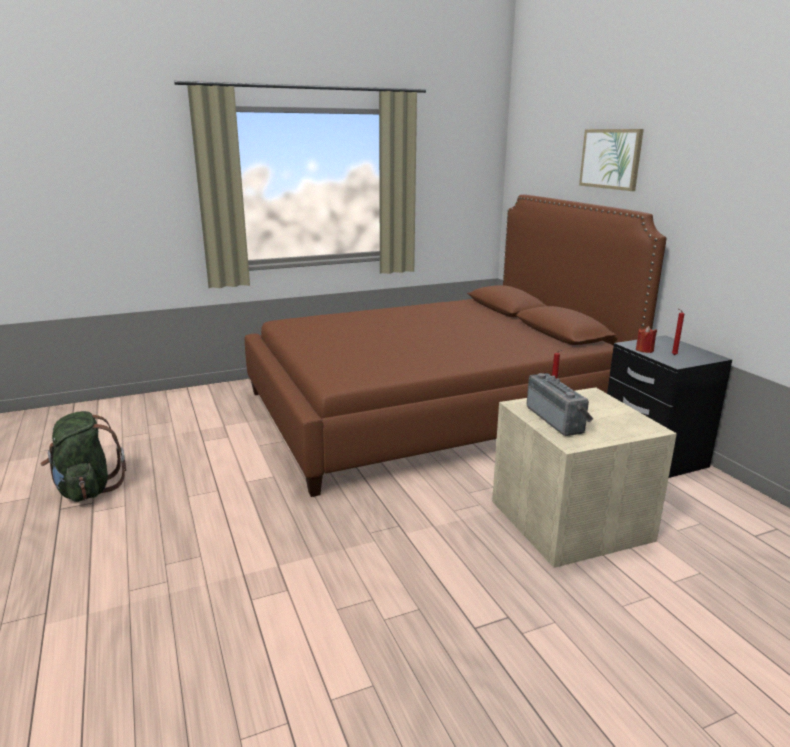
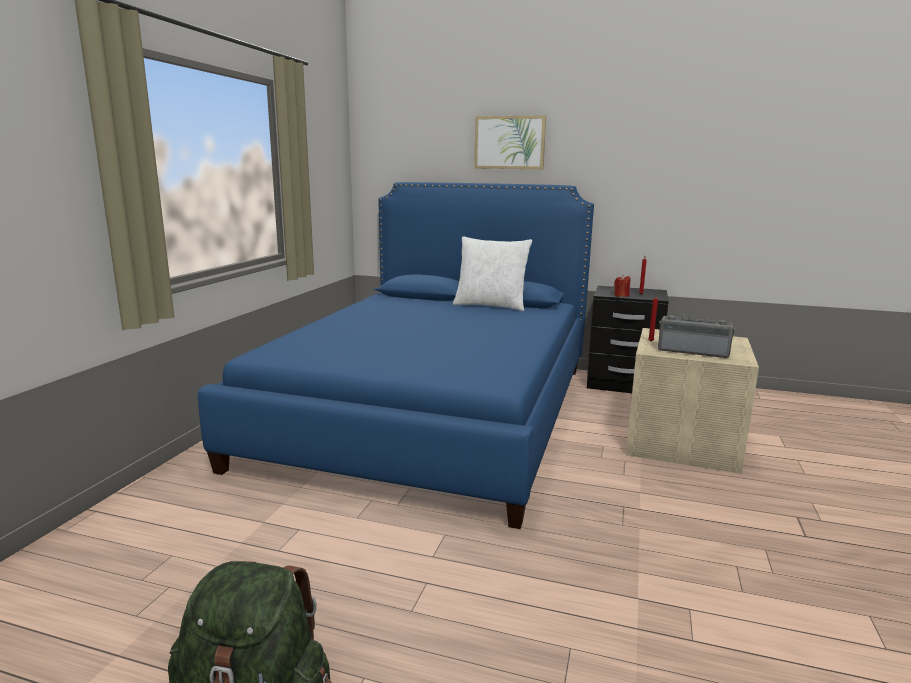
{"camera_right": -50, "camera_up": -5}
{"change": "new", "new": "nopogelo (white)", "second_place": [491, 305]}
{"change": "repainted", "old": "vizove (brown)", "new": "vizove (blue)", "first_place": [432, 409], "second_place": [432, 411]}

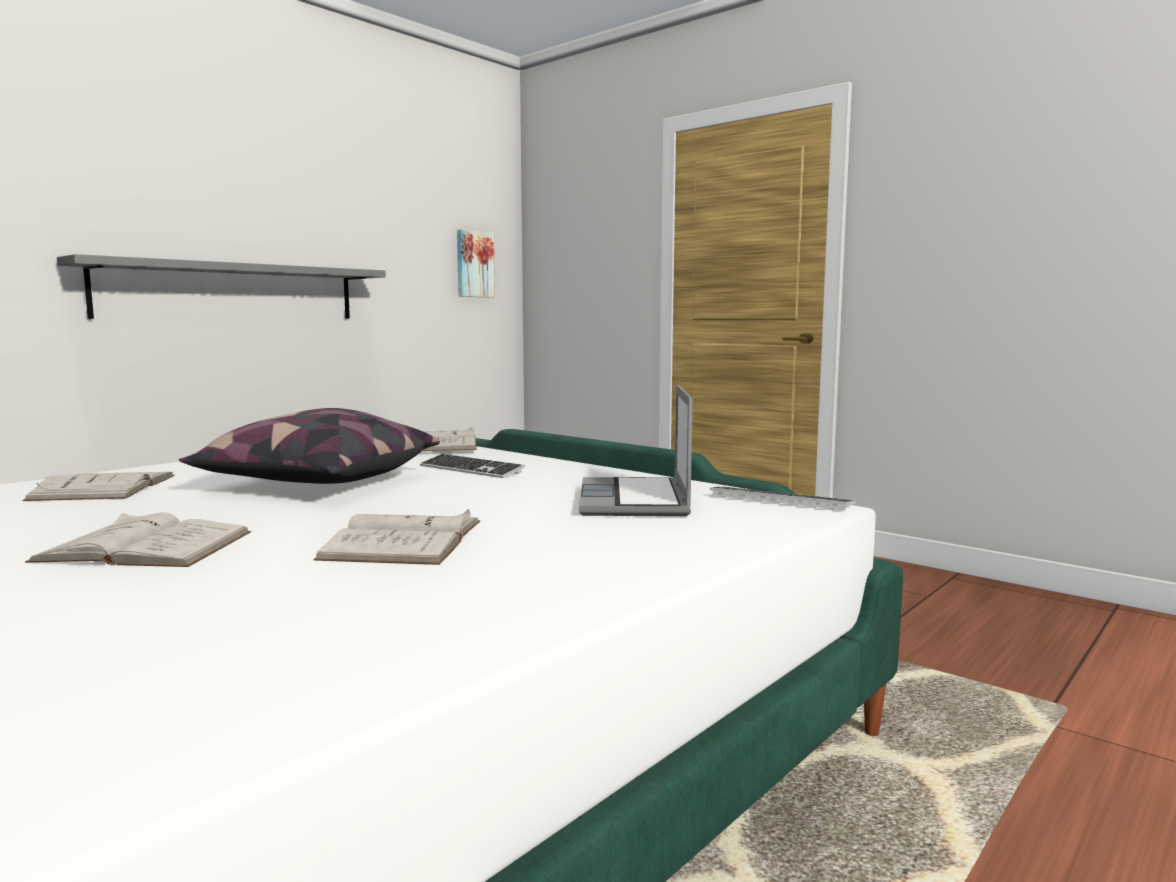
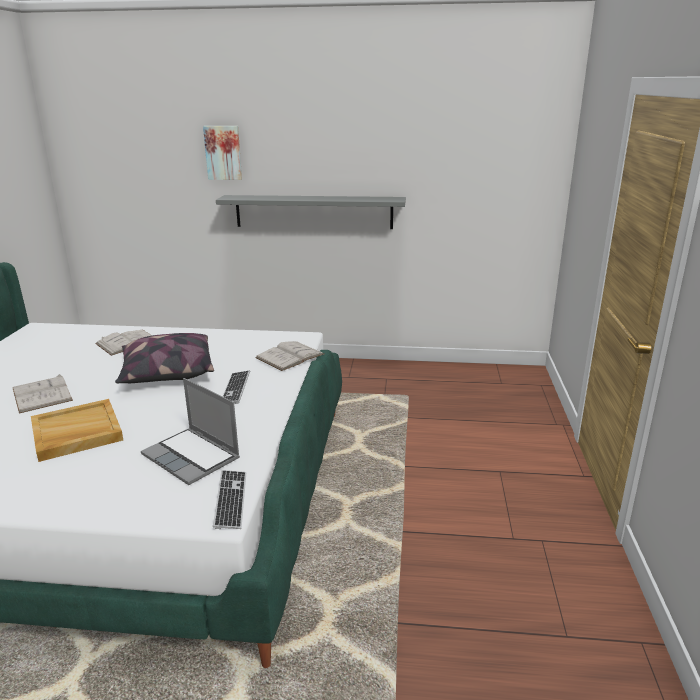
{"camera_right": 55, "camera_up": 15}
{"change": "shifted", "old": "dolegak", "first_place": [474, 264], "second_place": [223, 152]}
{"change": "swapped", "old": "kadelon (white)", "new": "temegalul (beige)", "first_place": [404, 540], "second_place": [76, 433]}
{"change": "rotated", "old": "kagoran", "first_place": [635, 501], "second_place": [192, 457], "degrees": -105}

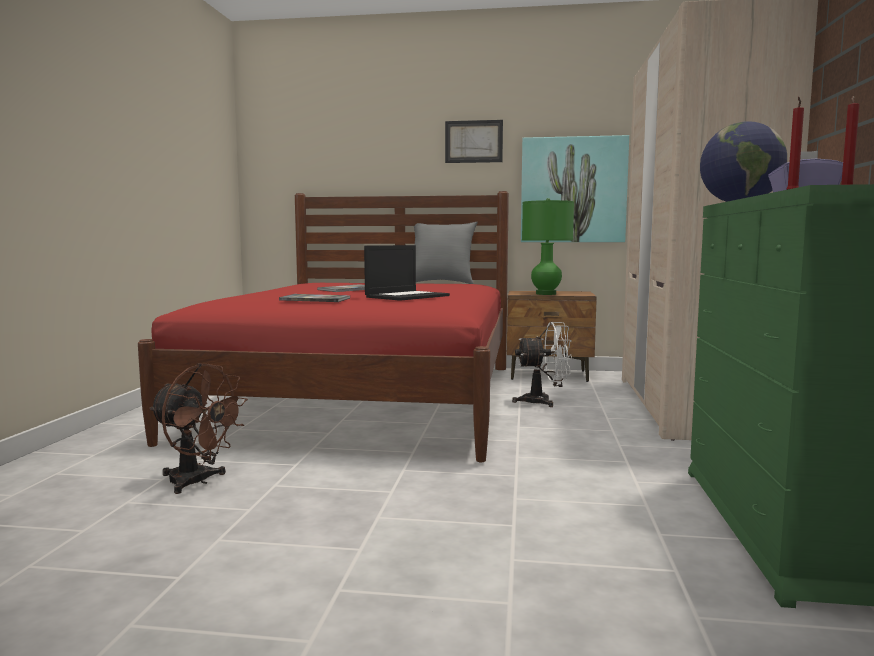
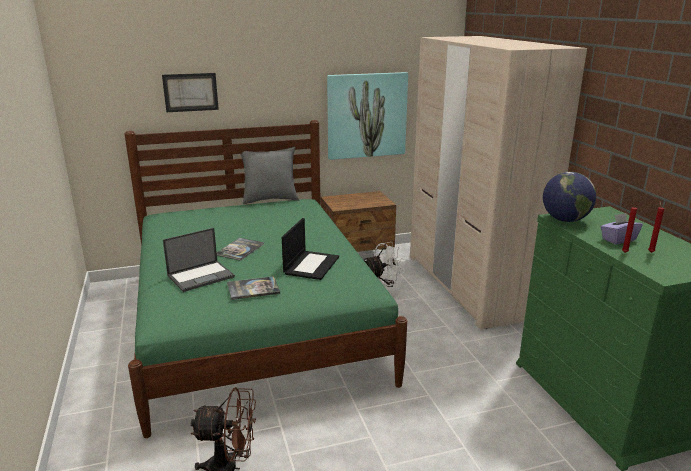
{"camera_right": -25, "camera_up": 15}
{"change": "gone", "old": "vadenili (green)", "first_place": [545, 294]}
{"change": "new", "new": "kagoran", "second_place": [201, 276]}
{"change": "shifted", "old": "dolegak", "first_place": [473, 141], "second_place": [190, 92]}
{"change": "repainted", "old": "vizove (red)", "new": "vizove (green)", "first_place": [367, 399], "second_place": [254, 323]}

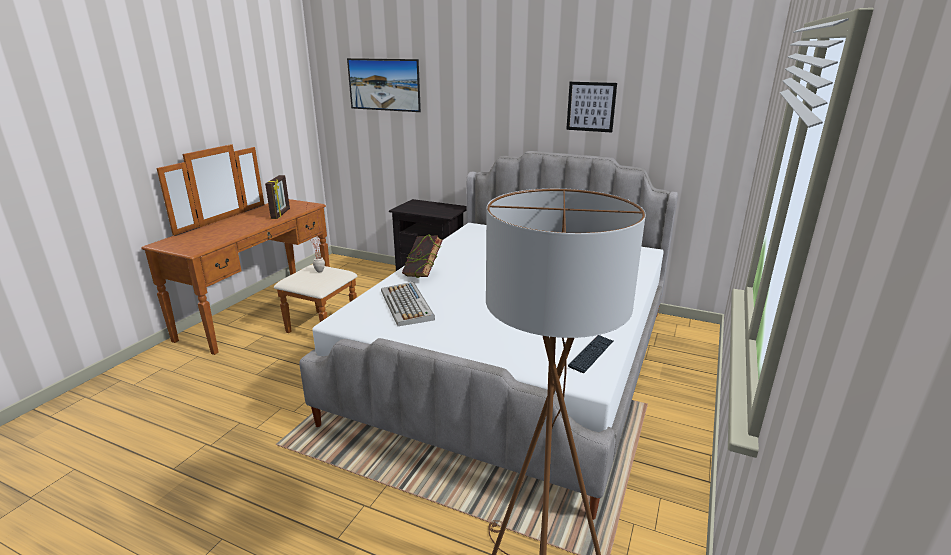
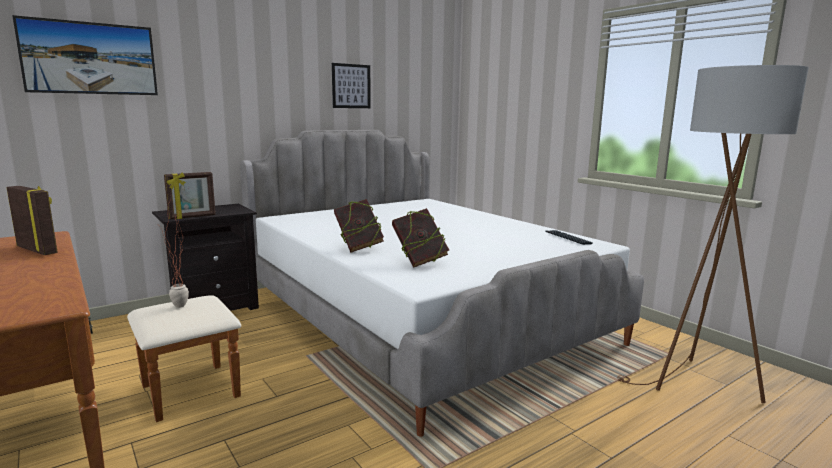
{"camera_right": -60, "camera_up": -10}
{"change": "new", "new": "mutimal", "second_place": [192, 217]}
{"change": "swapped", "old": "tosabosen", "new": "kadelon", "first_place": [407, 305], "second_place": [419, 262]}

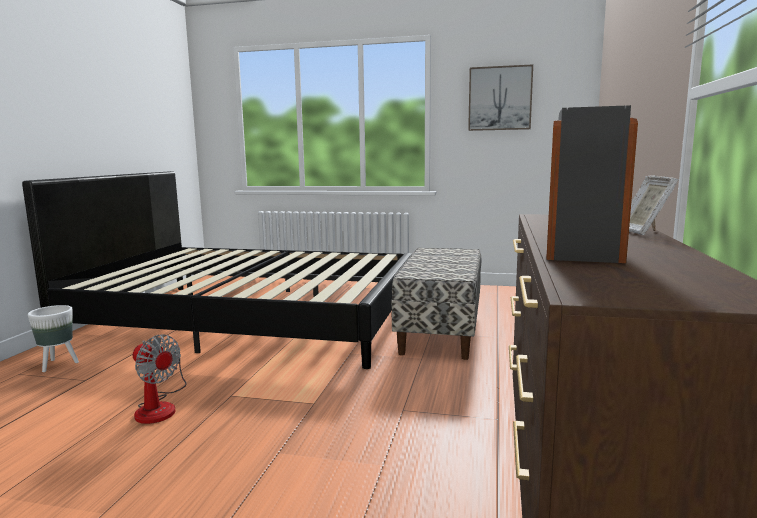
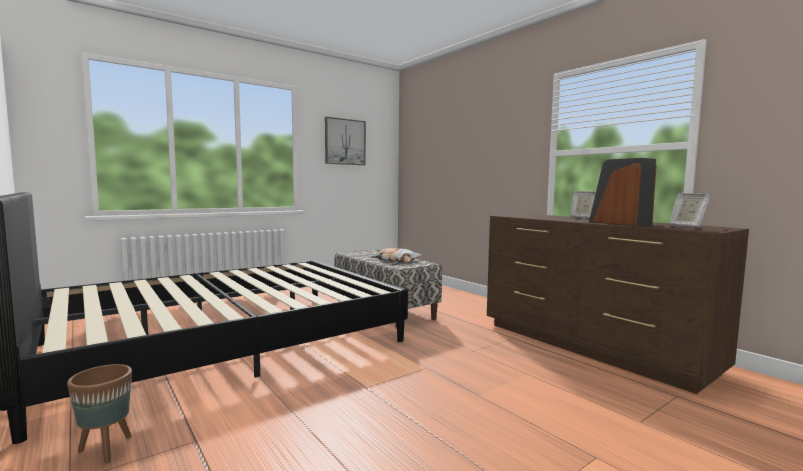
{"camera_right": -50, "camera_up": -5}
{"change": "gone", "old": "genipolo", "first_place": [160, 406]}
{"change": "new", "new": "nopogelo", "second_place": [396, 260]}
{"change": "new", "new": "mutimal", "second_place": [686, 226]}
{"change": "repainted", "old": "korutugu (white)", "new": "korutugu (brown)", "first_place": [58, 365], "second_place": [106, 450]}

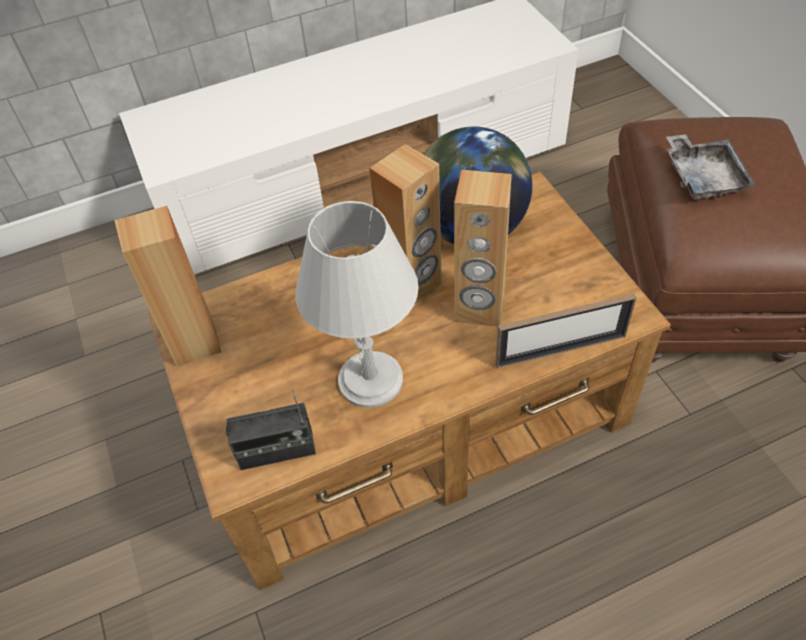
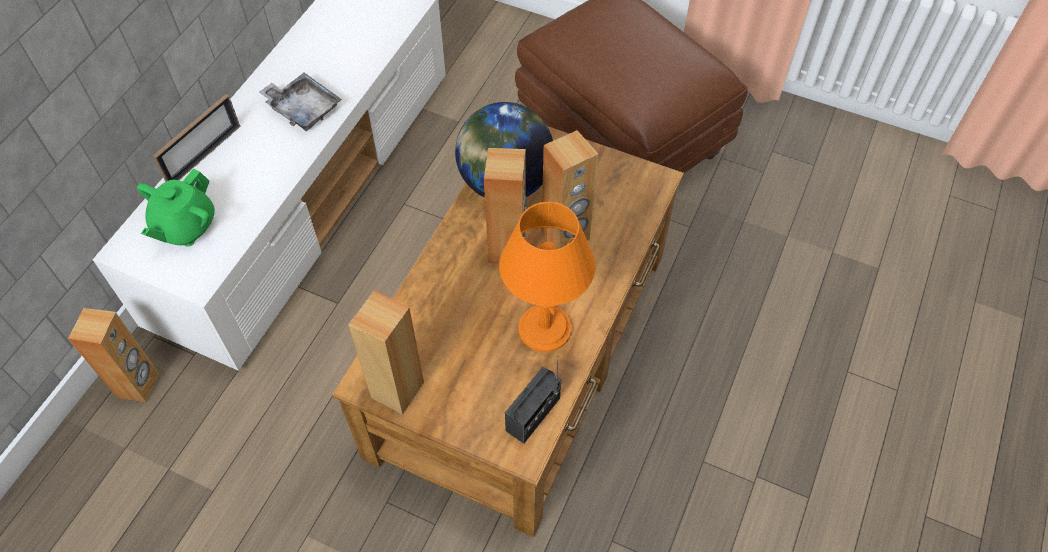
{"camera_right": -45, "camera_up": 5}
{"change": "new", "new": "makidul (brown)", "second_place": [139, 385]}
{"change": "new", "new": "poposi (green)", "second_place": [185, 227]}
{"change": "shifted", "old": "mutimal", "first_place": [560, 350], "second_place": [204, 155]}
{"change": "shifted", "old": "temegalul (grey)", "first_place": [703, 177], "second_place": [303, 109]}
{"change": "repainted", "old": "vadenili (grey)", "new": "vadenili (orange)", "first_place": [370, 379], "second_place": [544, 328]}

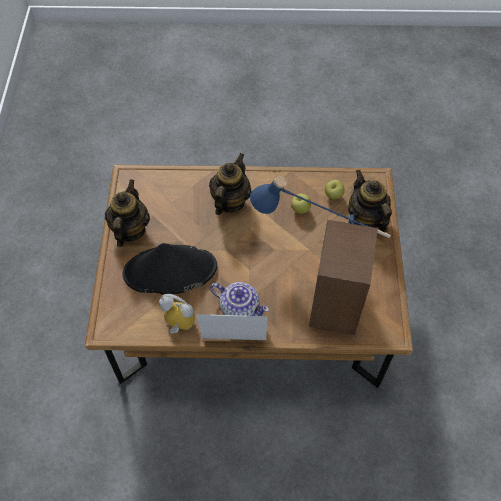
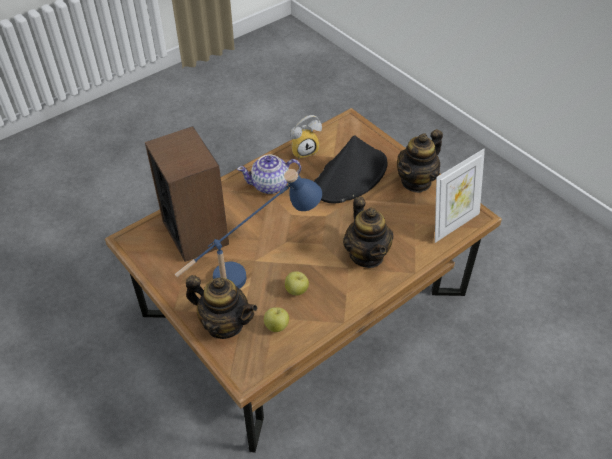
{"camera_right": 140, "camera_up": -10}
{"change": "shifted", "old": "mutimal", "first_place": [234, 345], "second_place": [452, 224]}
{"change": "rotated", "old": "poposi", "first_place": [130, 230], "second_place": [416, 181], "degrees": 75}

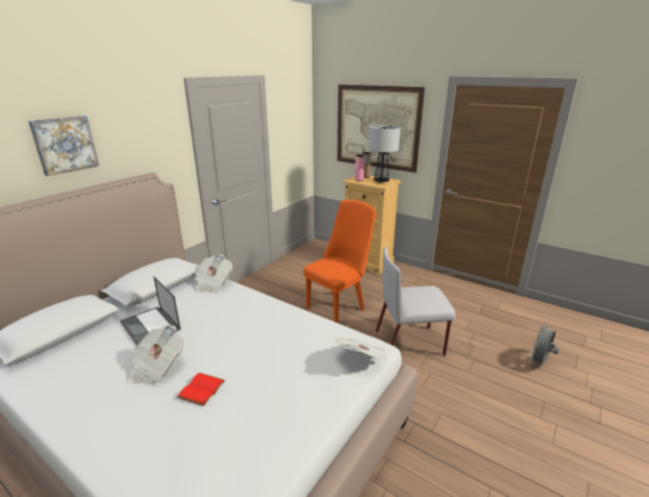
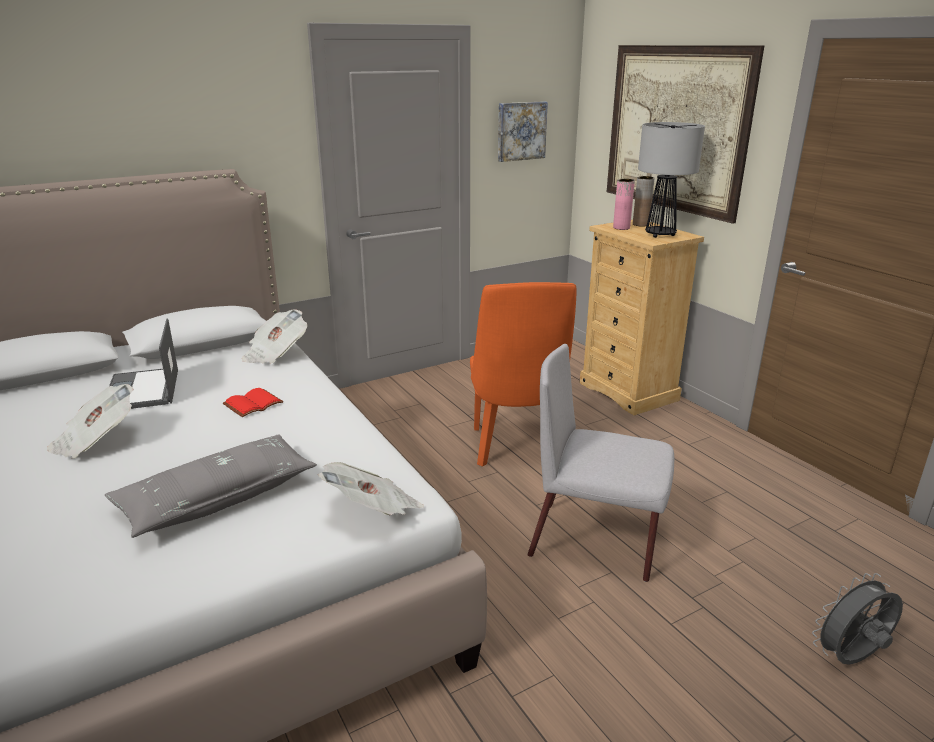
{"camera_right": 25, "camera_up": 0}
{"change": "new", "new": "nopogelo (grey)", "second_place": [217, 497]}
{"change": "shifted", "old": "dolegak", "first_place": [64, 144], "second_place": [520, 131]}
{"change": "shifted", "old": "kadelon (red)", "first_place": [201, 389], "second_place": [253, 403]}
{"change": "rotated", "old": "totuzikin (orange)", "first_place": [338, 306], "second_place": [516, 450], "degrees": 105}

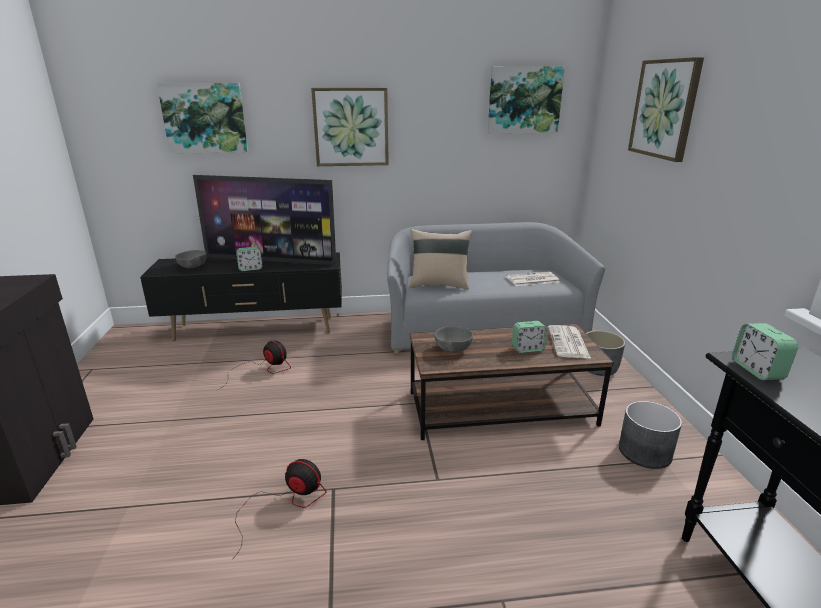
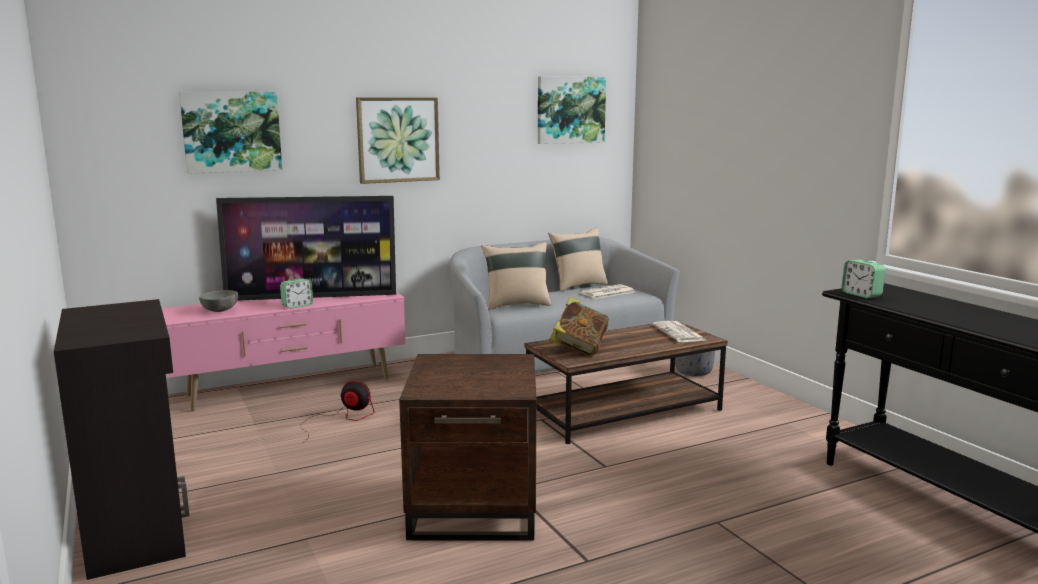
{"camera_right": -20, "camera_up": -10}
{"change": "gone", "old": "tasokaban", "first_place": [527, 349]}
{"change": "gone", "old": "korutugu (grey)", "first_place": [645, 452]}
{"change": "gone", "old": "dolegak", "first_place": [665, 109]}
{"change": "new", "new": "nopogelo (beige)", "second_place": [577, 285]}
{"change": "swapped", "old": "genipolo", "new": "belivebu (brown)", "first_place": [285, 504], "second_place": [475, 506]}
{"change": "swapped", "old": "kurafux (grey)", "new": "kadelon", "first_place": [452, 350], "second_place": [579, 349]}
{"change": "repainted", "old": "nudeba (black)", "new": "nudeba (pink)", "first_place": [256, 329], "second_place": [291, 387]}

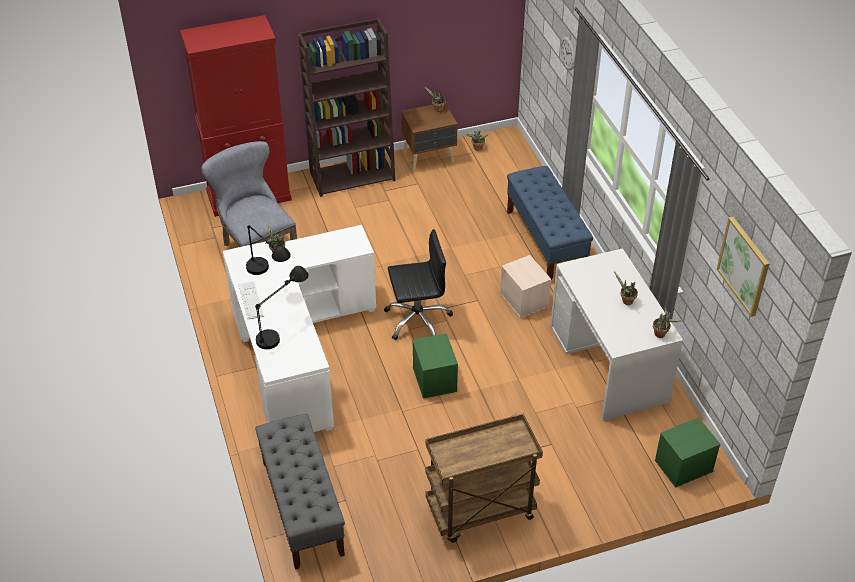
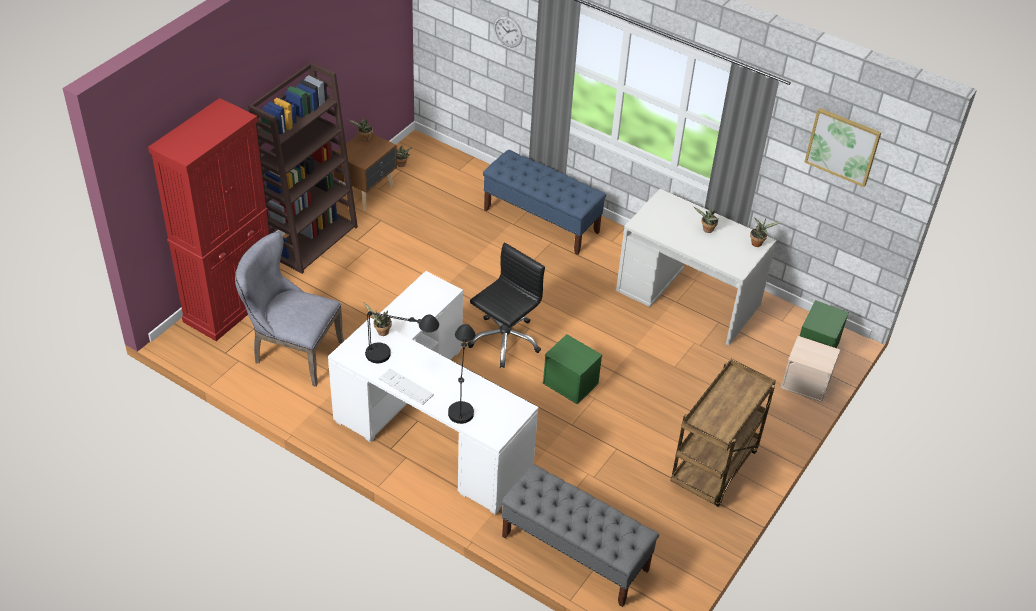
{"camera_right": -40, "camera_up": 0}
{"change": "shifted", "old": "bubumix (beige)", "first_place": [525, 300], "second_place": [806, 383]}

